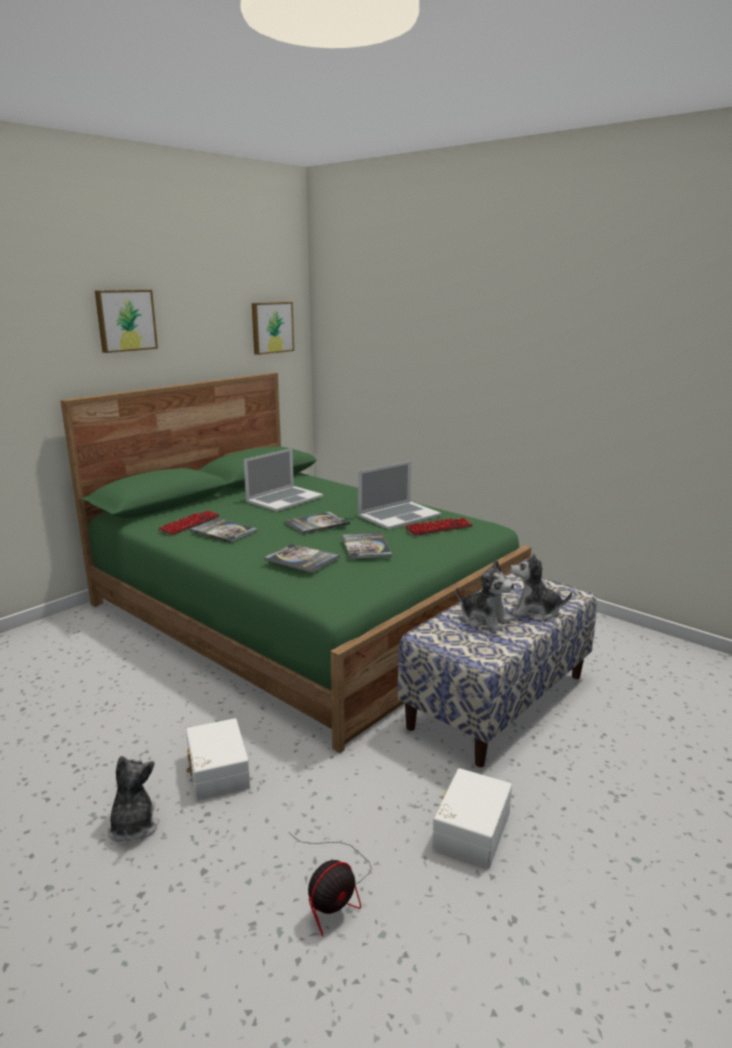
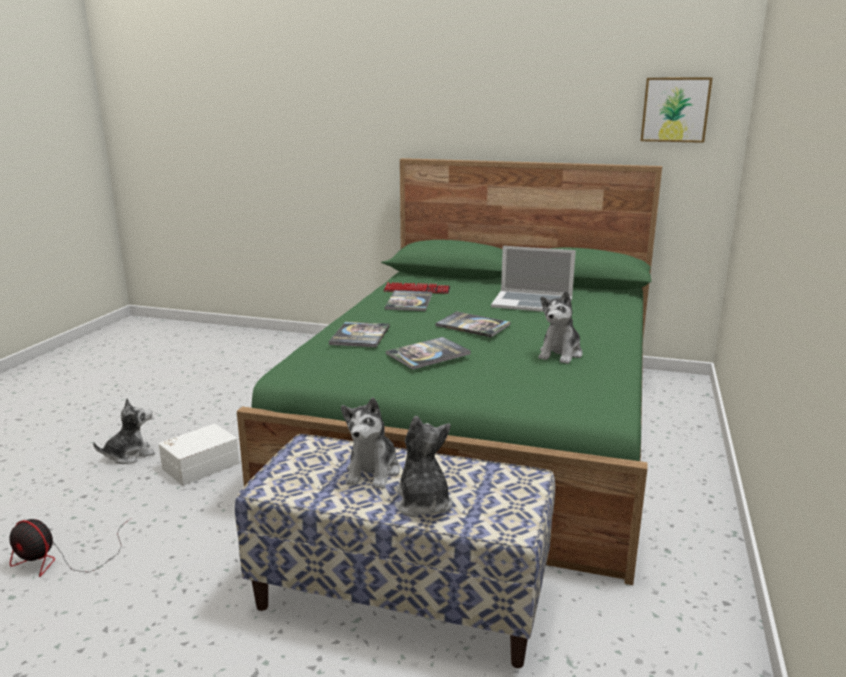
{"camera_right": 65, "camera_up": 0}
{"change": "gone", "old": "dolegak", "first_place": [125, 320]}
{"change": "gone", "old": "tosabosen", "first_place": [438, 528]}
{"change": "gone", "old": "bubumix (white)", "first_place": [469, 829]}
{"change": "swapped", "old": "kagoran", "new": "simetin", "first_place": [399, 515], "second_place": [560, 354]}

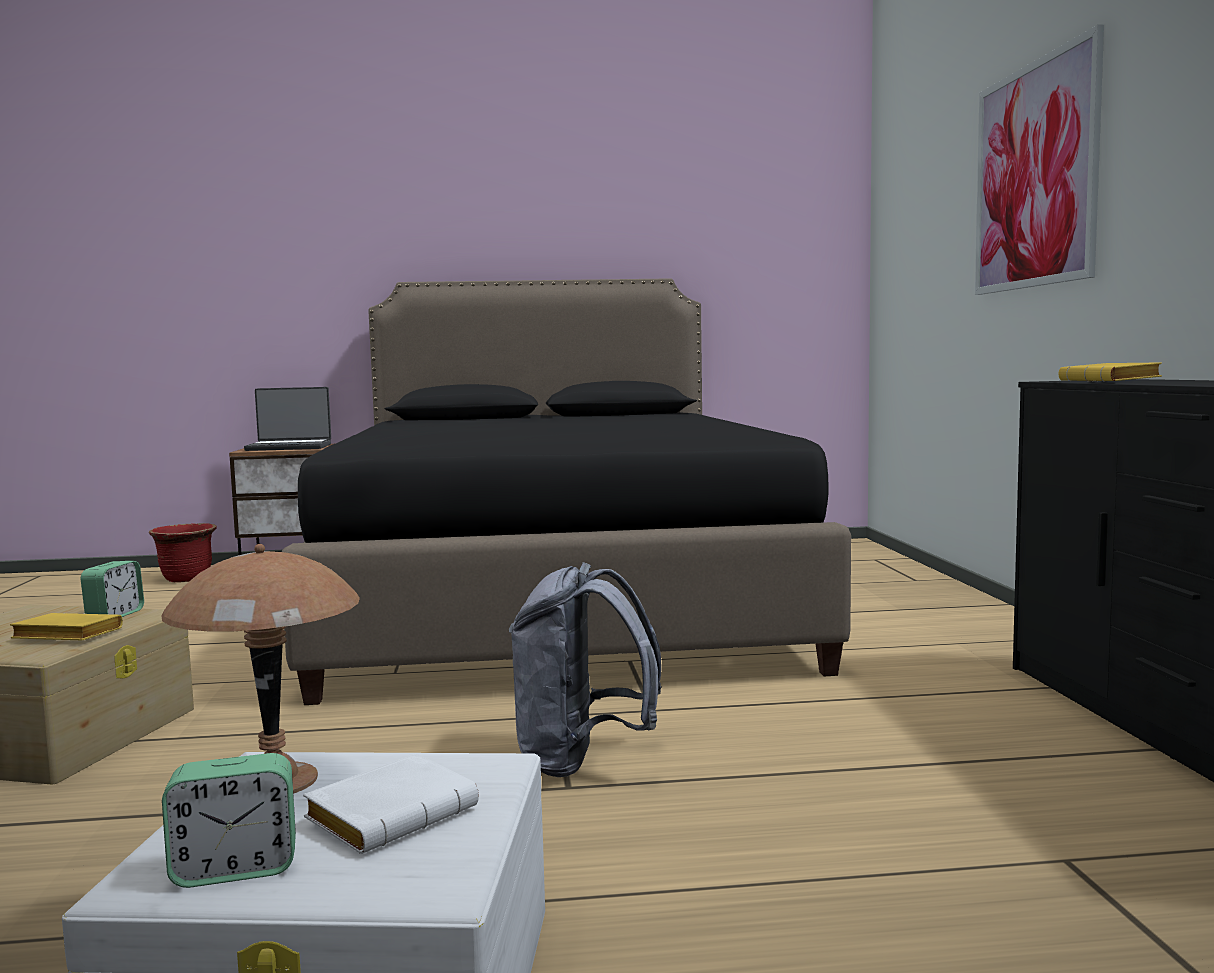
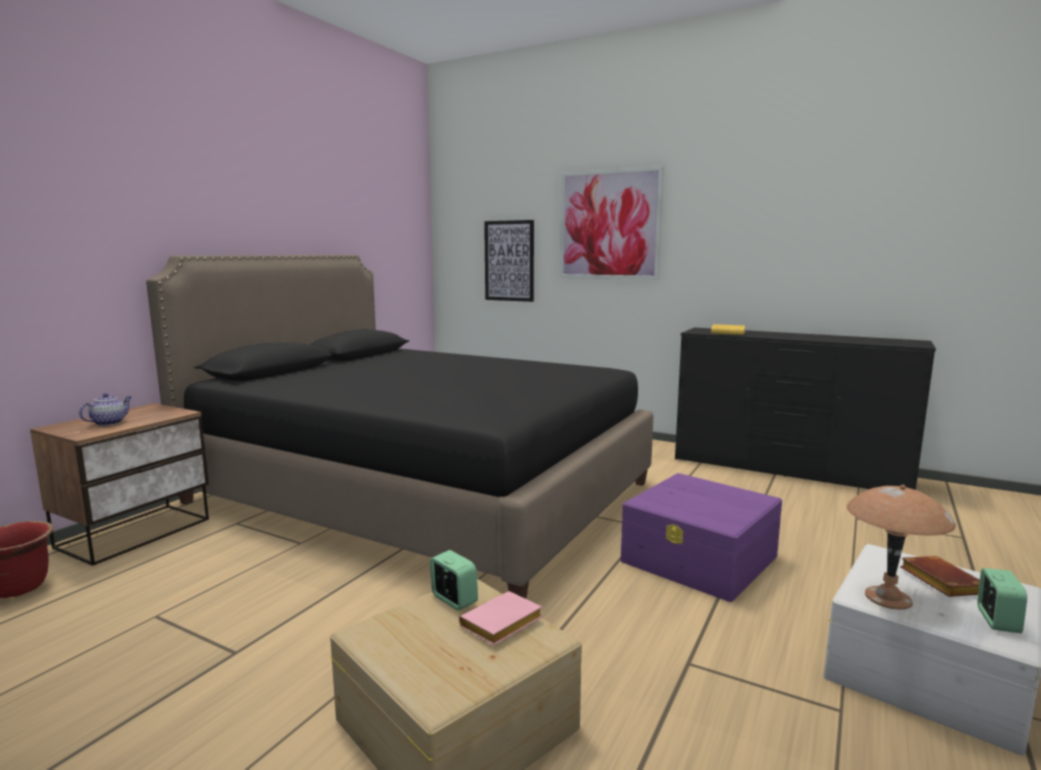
{"camera_right": -55, "camera_up": 5}
{"change": "new", "new": "dolegak", "second_place": [509, 261]}
{"change": "swapped", "old": "kagoran", "new": "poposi", "first_place": [289, 447], "second_place": [109, 423]}
{"change": "swapped", "old": "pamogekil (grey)", "new": "bubumix (purple)", "first_place": [582, 761], "second_place": [700, 559]}
{"change": "repainted", "old": "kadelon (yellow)", "new": "kadelon (pink)", "first_place": [64, 636], "second_place": [501, 625]}
{"change": "repainted", "old": "kadelon (white)", "new": "kadelon (brown)", "first_place": [393, 814], "second_place": [938, 581]}

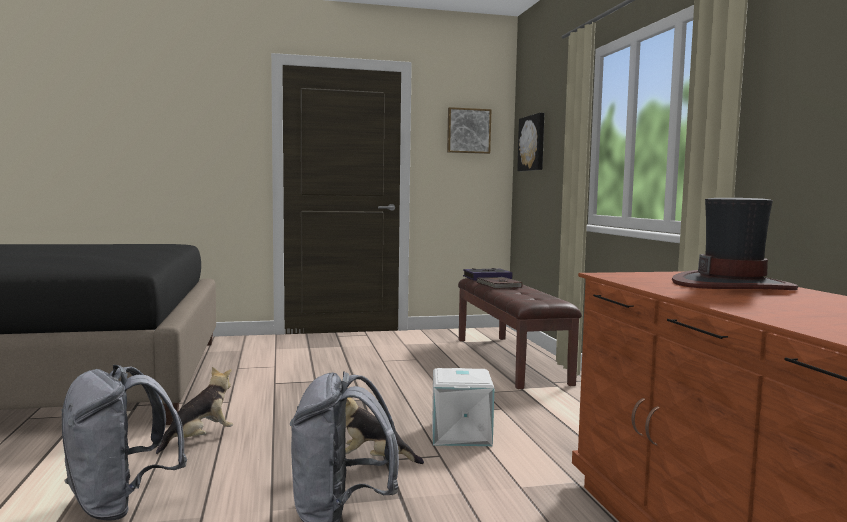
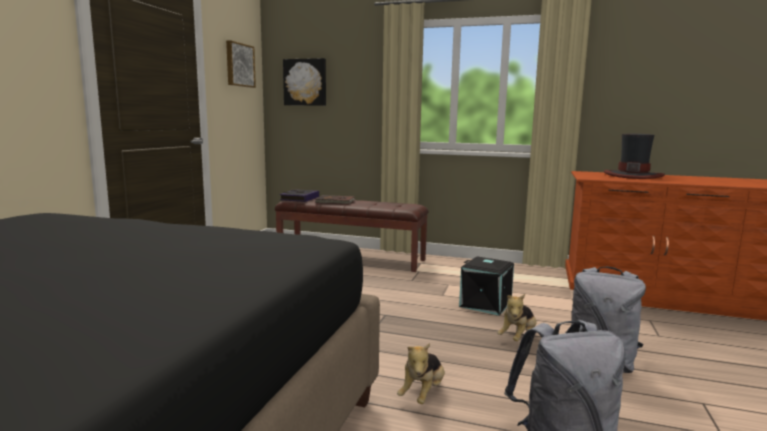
{"camera_right": -60, "camera_up": 5}
{"change": "repainted", "old": "bubumix (white)", "new": "bubumix (black)", "first_place": [462, 434], "second_place": [486, 304]}
{"change": "rotated", "old": "simetin", "first_place": [199, 439], "second_place": [423, 394], "degrees": -135}

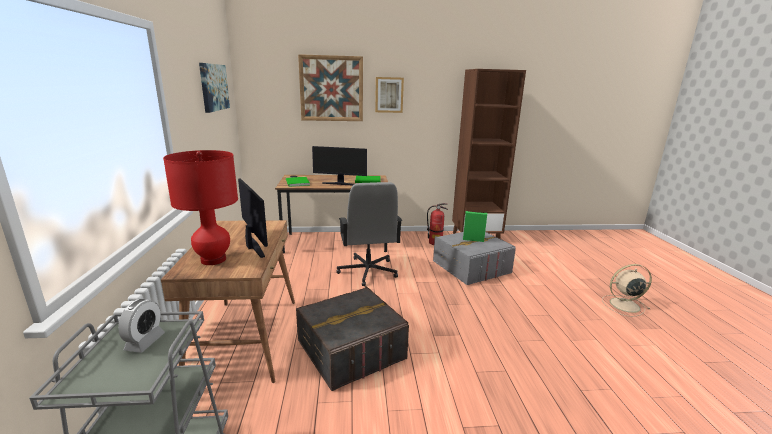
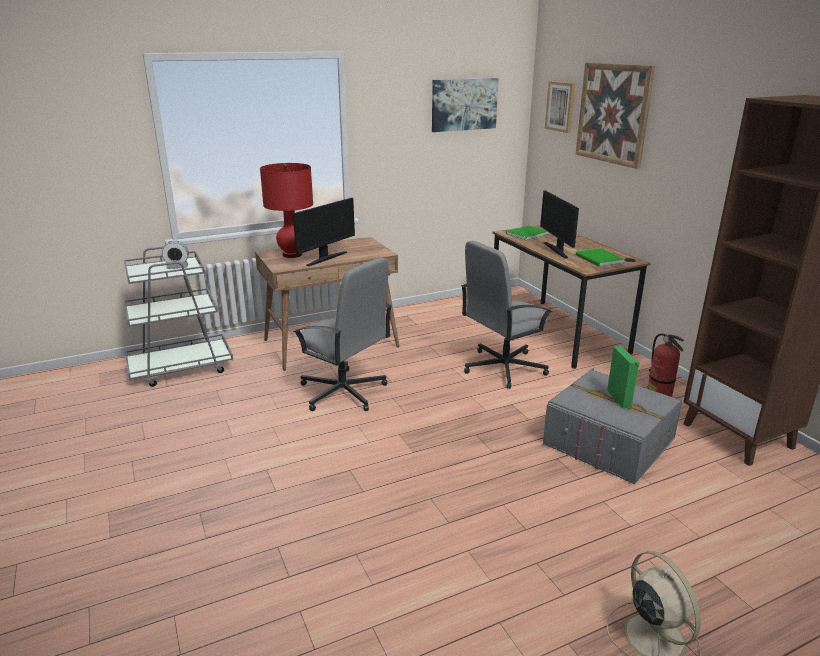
{"camera_right": 70, "camera_up": 5}
{"change": "shifted", "old": "dolegak", "first_place": [389, 95], "second_place": [560, 106]}
{"change": "swapped", "old": "bubumix (grey)", "new": "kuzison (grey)", "first_place": [351, 350], "second_place": [343, 392]}

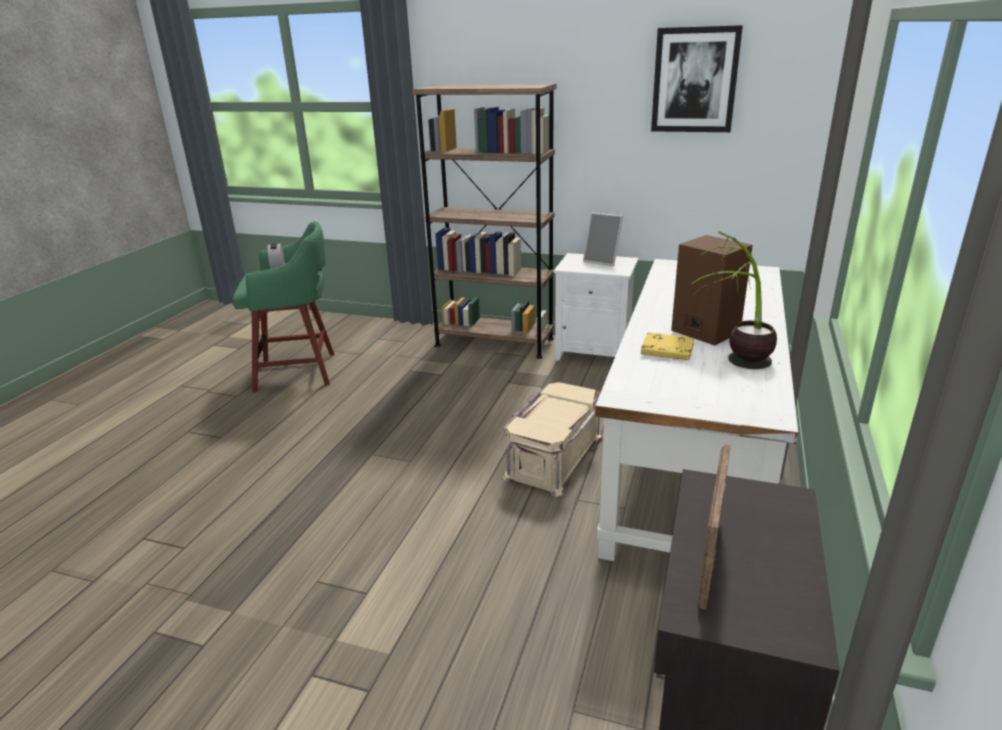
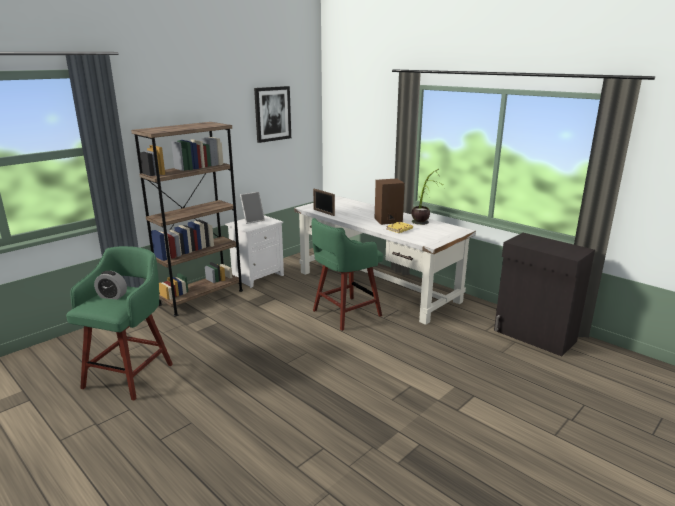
{"camera_right": -65, "camera_up": -5}
{"change": "shifted", "old": "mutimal", "first_place": [709, 560], "second_place": [323, 212]}
{"change": "swapped", "old": "bubumix (beige)", "new": "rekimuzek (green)", "first_place": [553, 457], "second_place": [345, 314]}

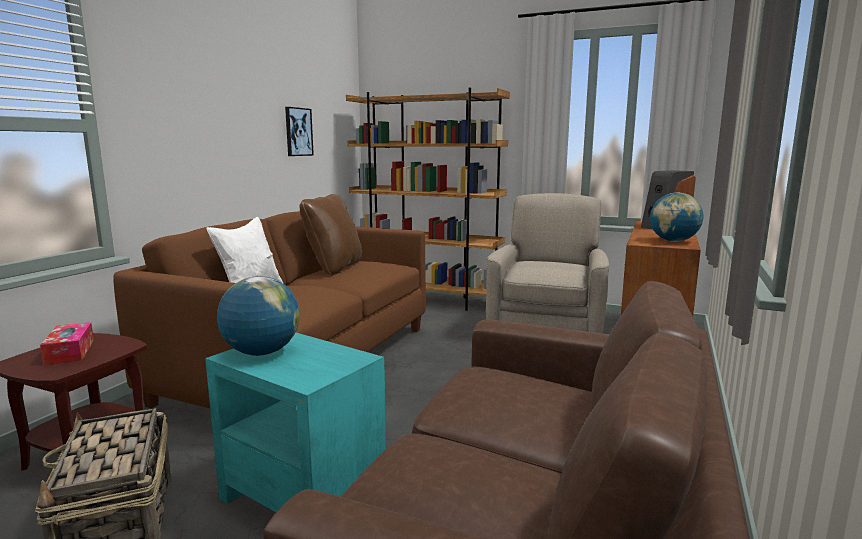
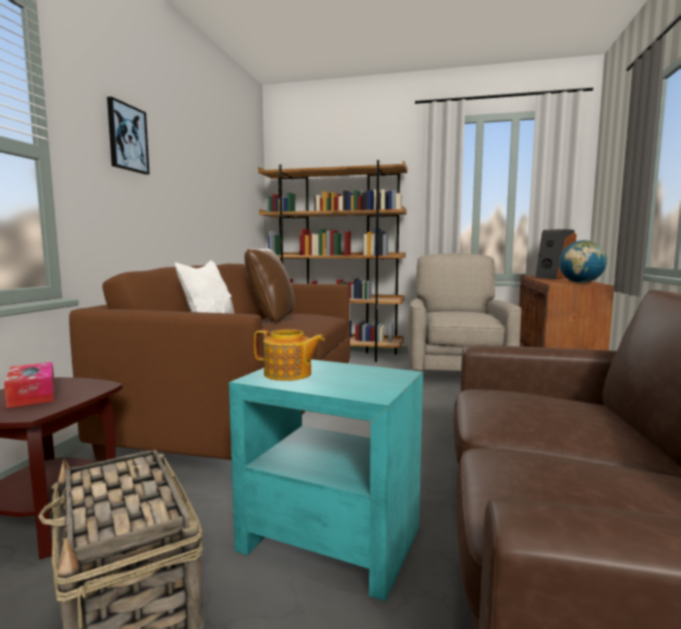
{"camera_right": -10, "camera_up": -5}
{"change": "shifted", "old": "dolegak", "first_place": [298, 132], "second_place": [127, 138]}
{"change": "swapped", "old": "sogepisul", "new": "poposi", "first_place": [261, 352], "second_place": [288, 374]}

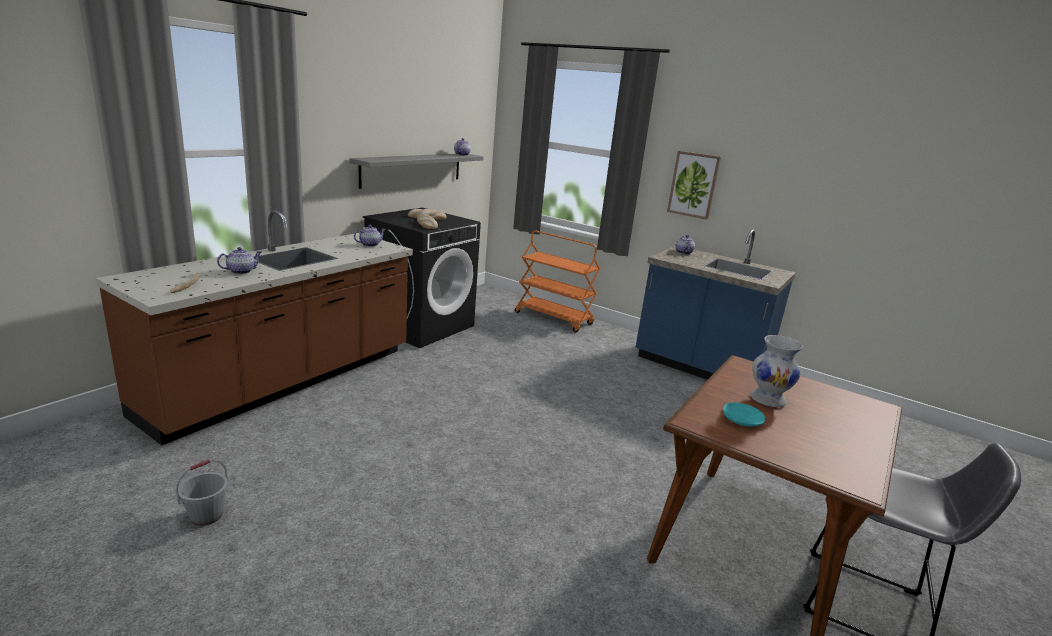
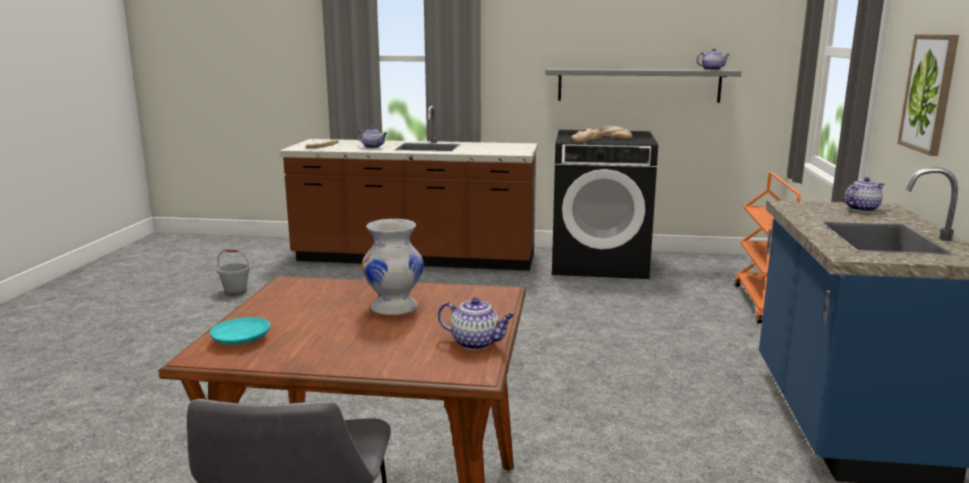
{"camera_right": 65, "camera_up": -5}
{"change": "shifted", "old": "poposi", "first_place": [370, 244], "second_place": [476, 343]}
{"change": "shifted", "old": "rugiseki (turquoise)", "first_place": [742, 421], "second_place": [240, 339]}

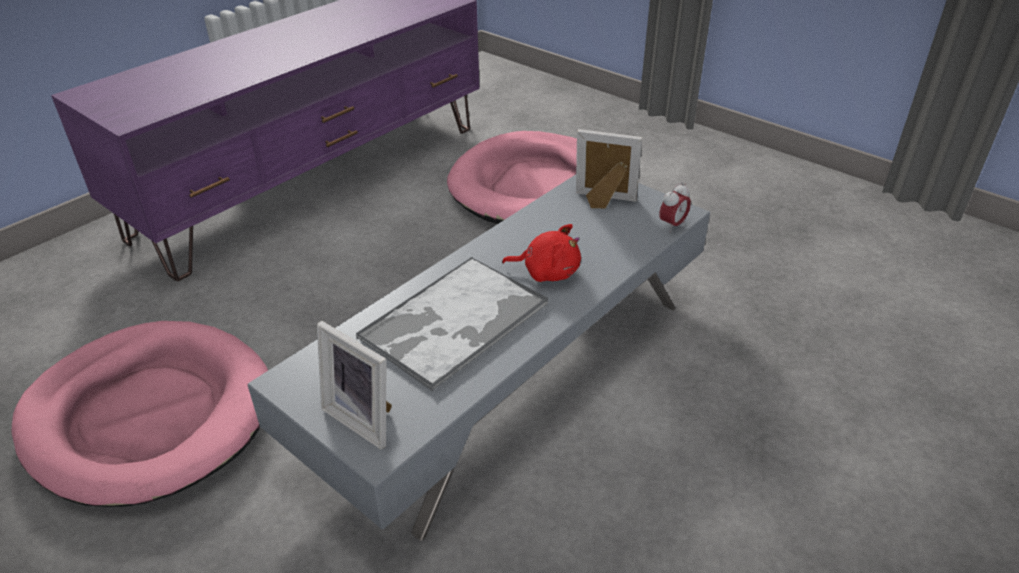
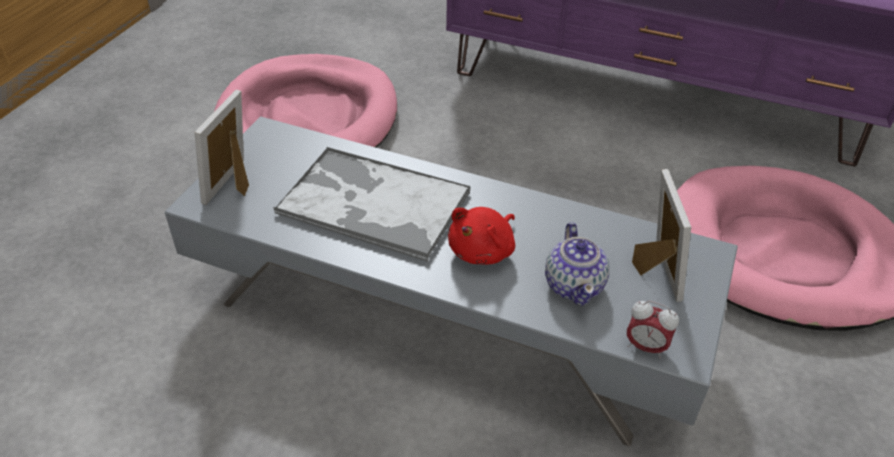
{"camera_right": 70, "camera_up": 5}
{"change": "new", "new": "poposi", "second_place": [574, 285]}
{"change": "rotated", "old": "simetin (red)", "first_place": [547, 272], "second_place": [483, 250], "degrees": 45}

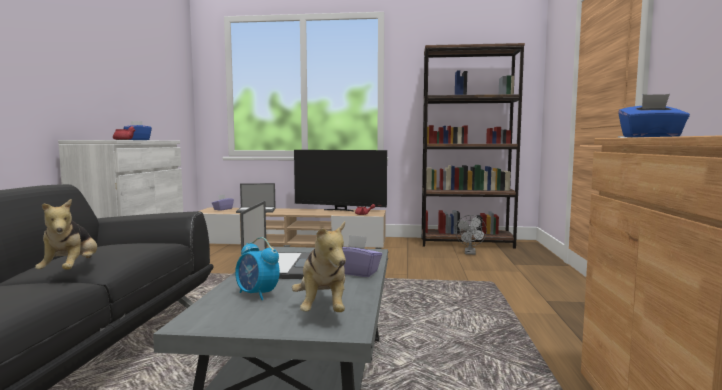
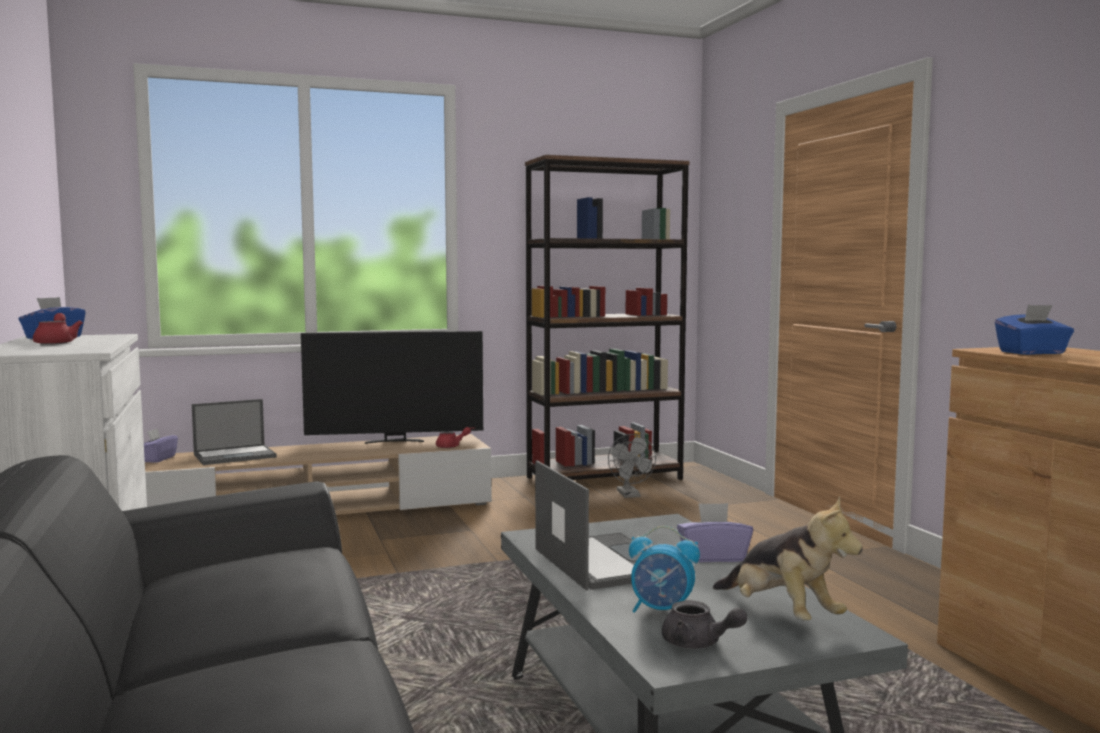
{"camera_right": -25, "camera_up": 0}
{"change": "gone", "old": "simetin", "first_place": [71, 270]}
{"change": "new", "new": "poposi (grey)", "second_place": [698, 644]}

